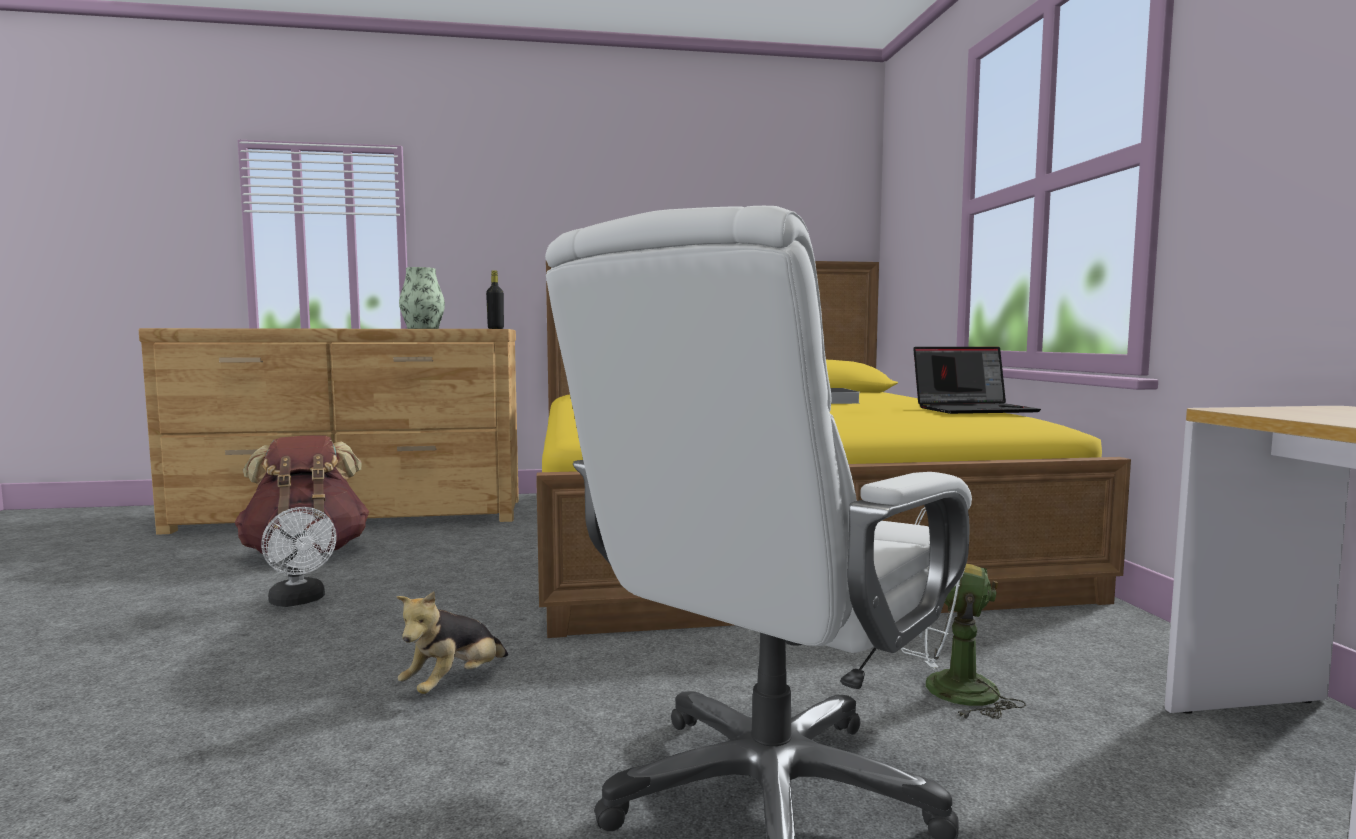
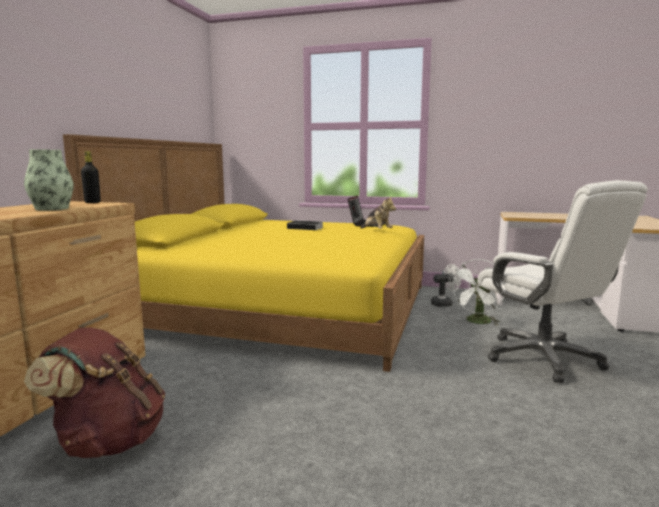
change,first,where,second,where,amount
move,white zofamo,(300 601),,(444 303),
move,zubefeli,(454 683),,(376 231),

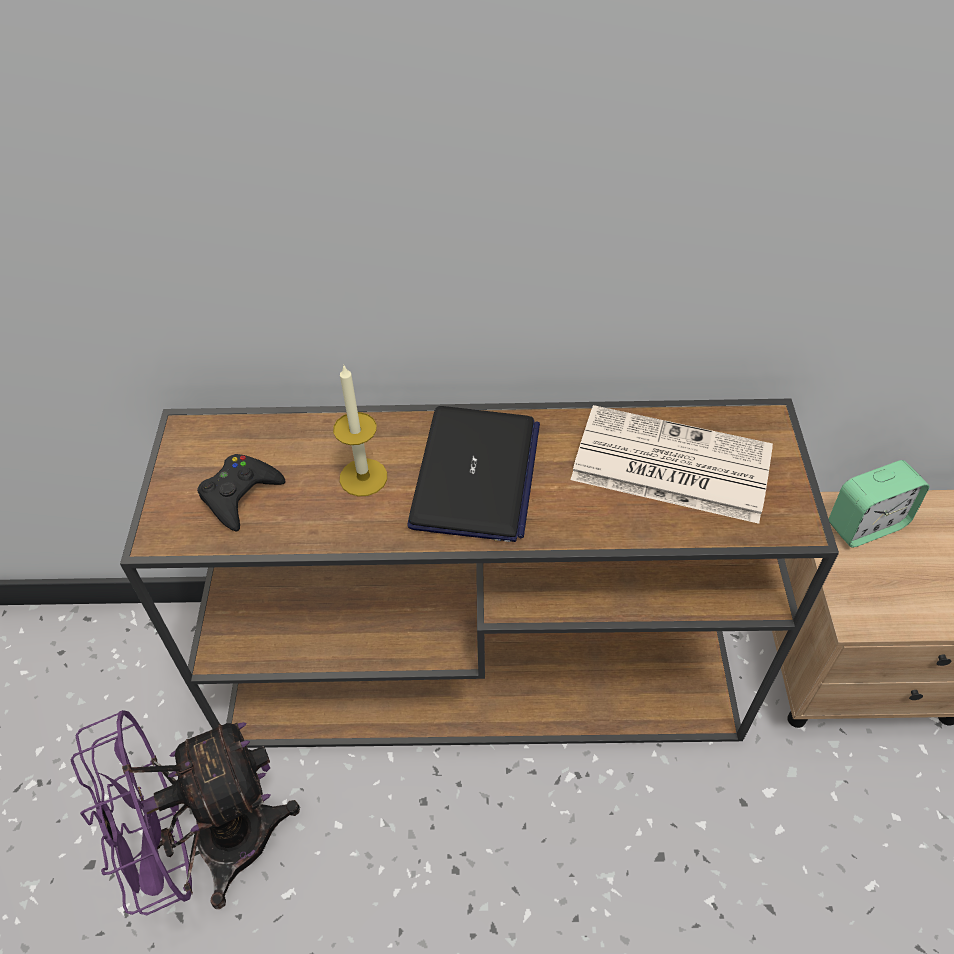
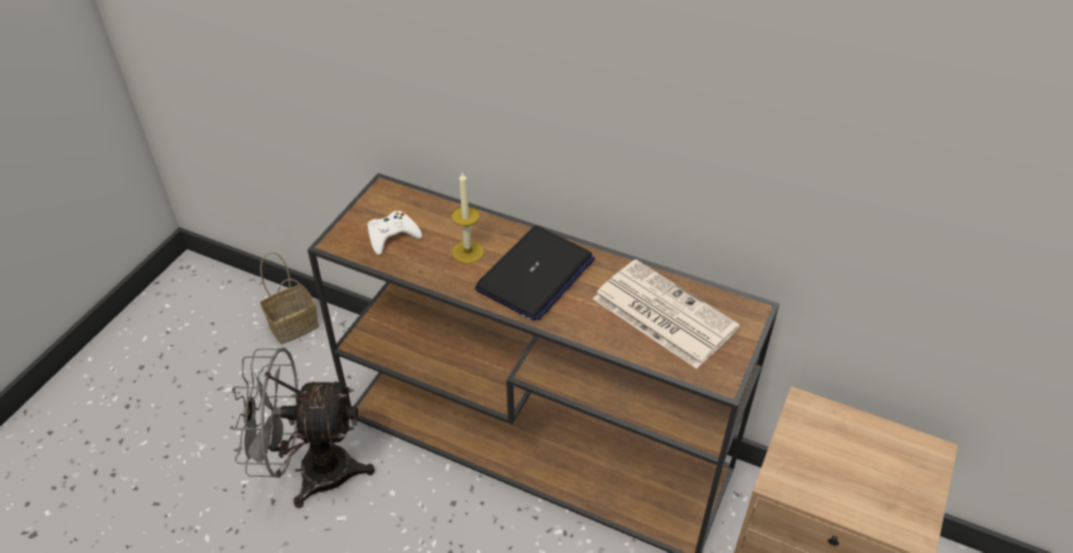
change,first,where,second,where,amount
recolor,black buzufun,(240 495),white buzufun,(392 236),
delete,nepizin,(866 525),,,
recolor,purple zofamo,(213 847),grey zofamo,(311 471),
insert,,,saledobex,(295 324),

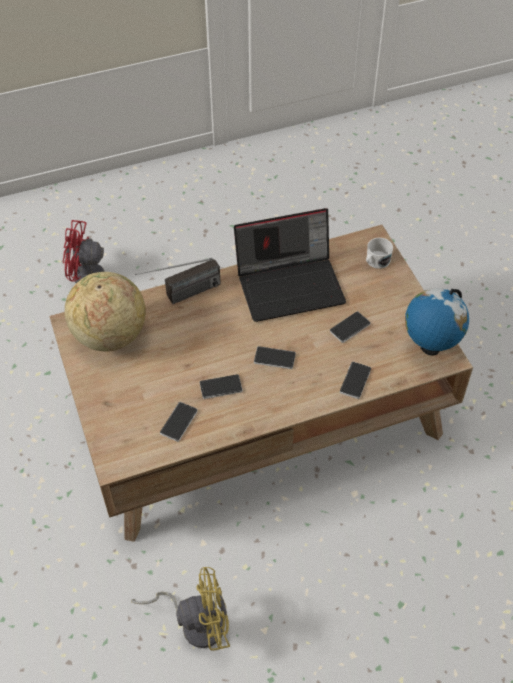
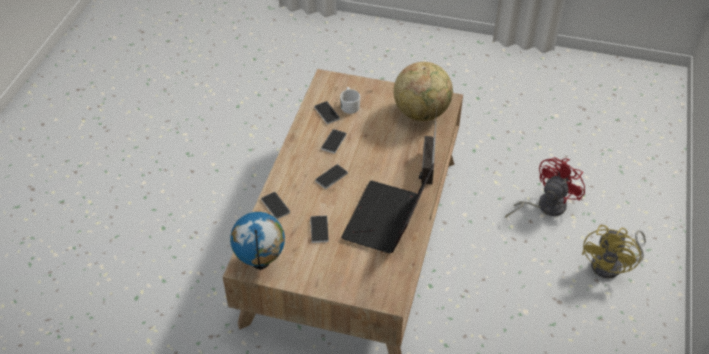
change,first,where,second,where,amount
move,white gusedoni,(376 262),,(349 105),
move,yellow zofamo,(196 622),,(612 265),

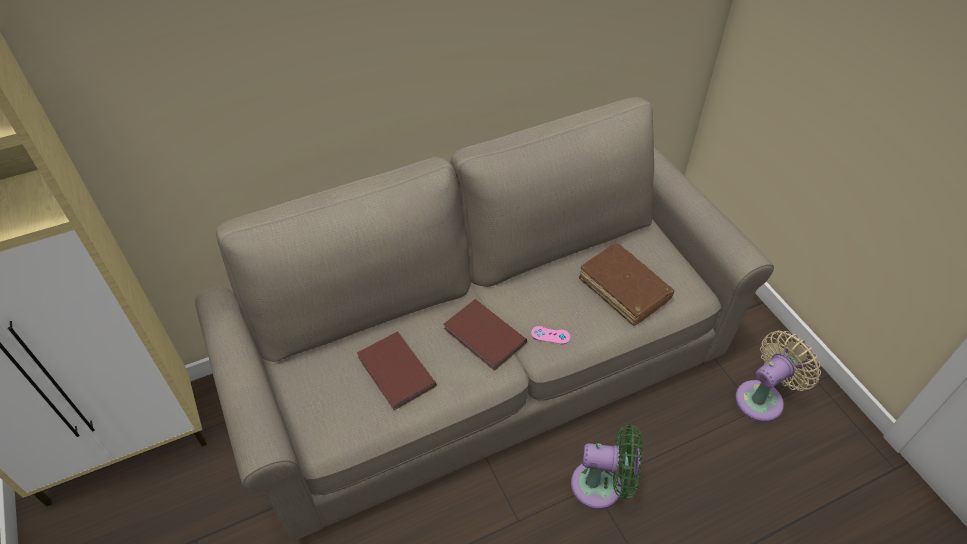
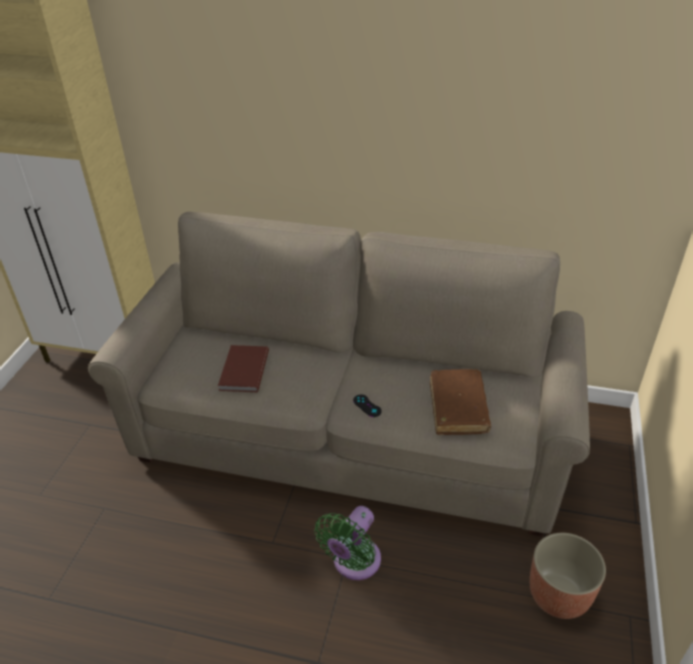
change,first,where,second,where,amount
delete,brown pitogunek,(484 337),,,
recolor,pink buzufun,(550 335),black buzufun,(367 406),
replace,beige zofamo,(763 398),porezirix,(558 594),
rotate,green zofamo,(602 486),,(353 563),75 degrees clockwise

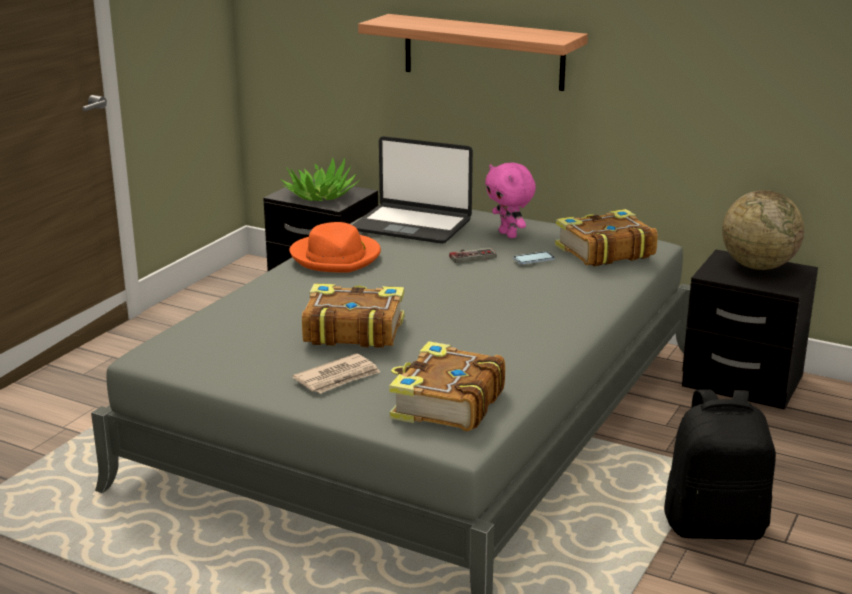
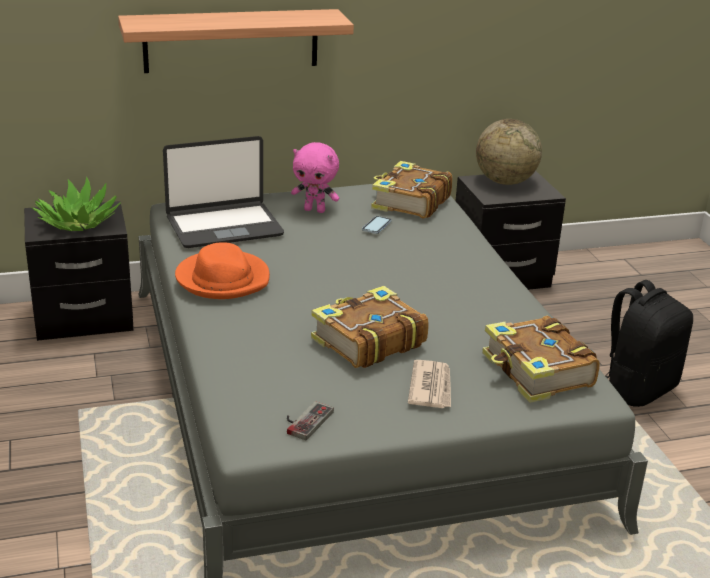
change,first,where,second,where,amount
move,buzufun,(470 255),,(304 420),

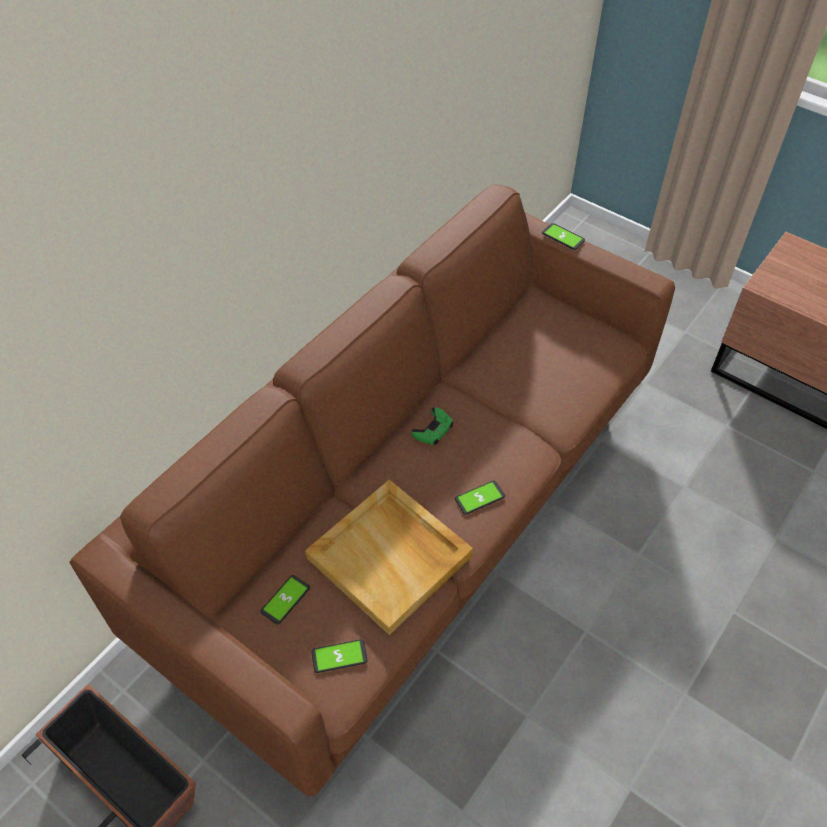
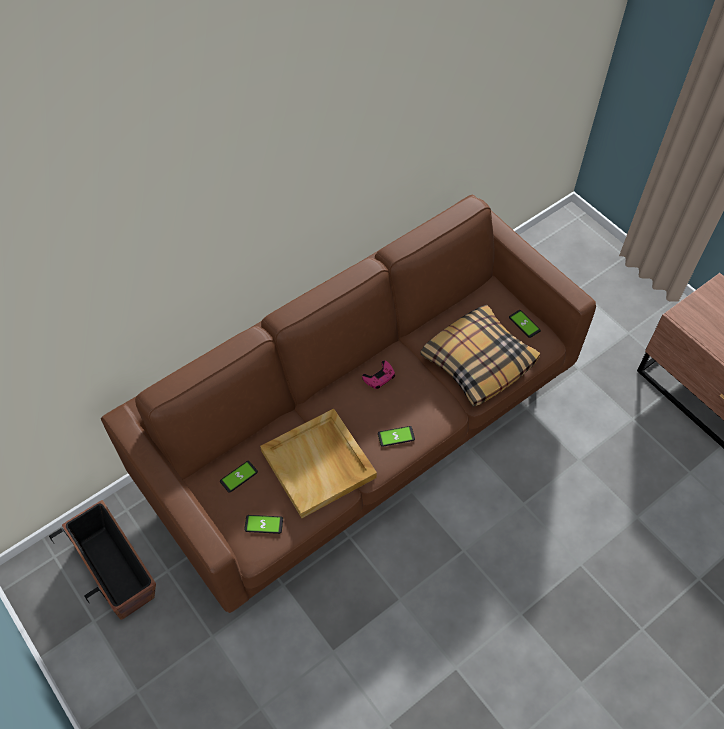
change,first,where,second,where,amount
move,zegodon,(563 237),,(524 324),
recolor,green buzufun,(433 429),pink buzufun,(379 377),
insert,,,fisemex,(478 361),

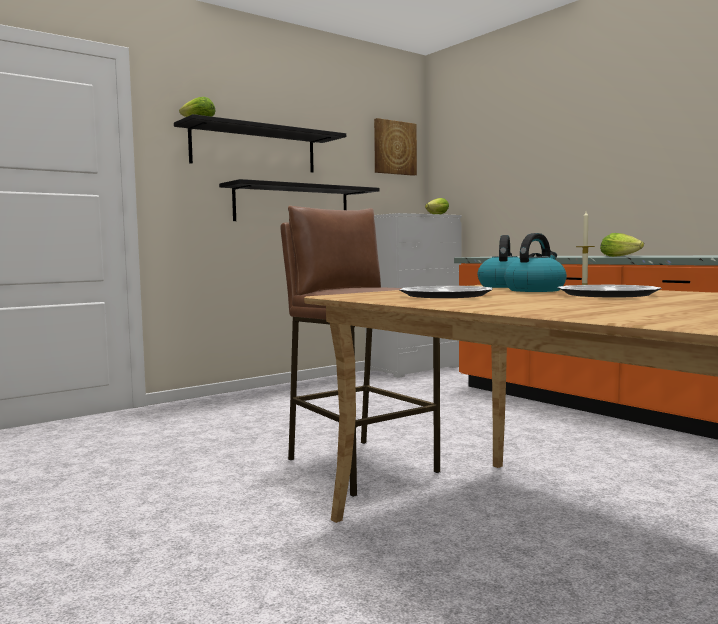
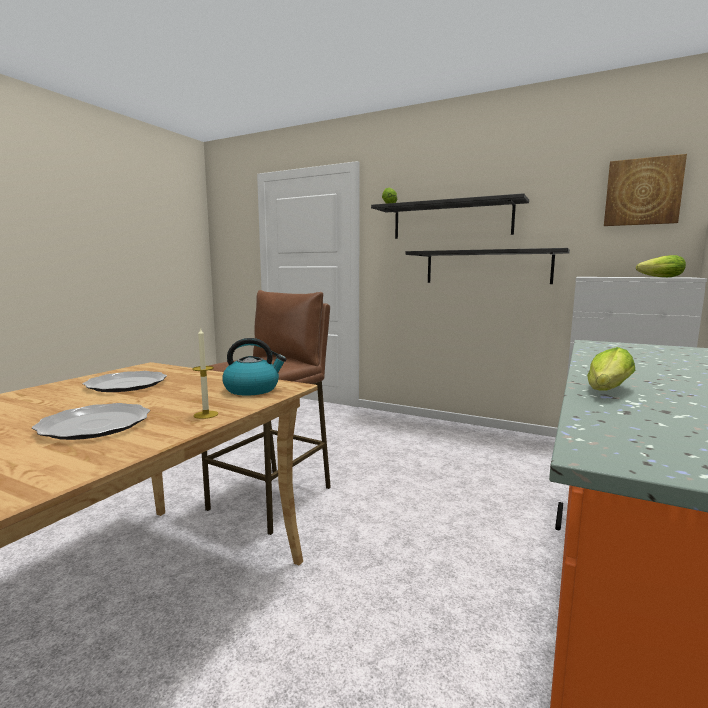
change,first,where,second,where,amount
delete,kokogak,(535 290),,,

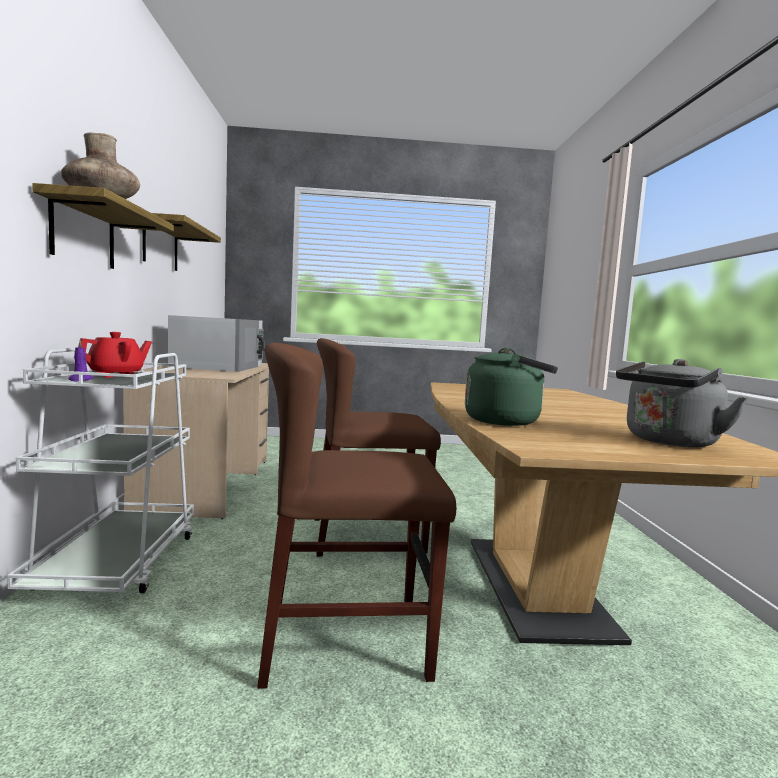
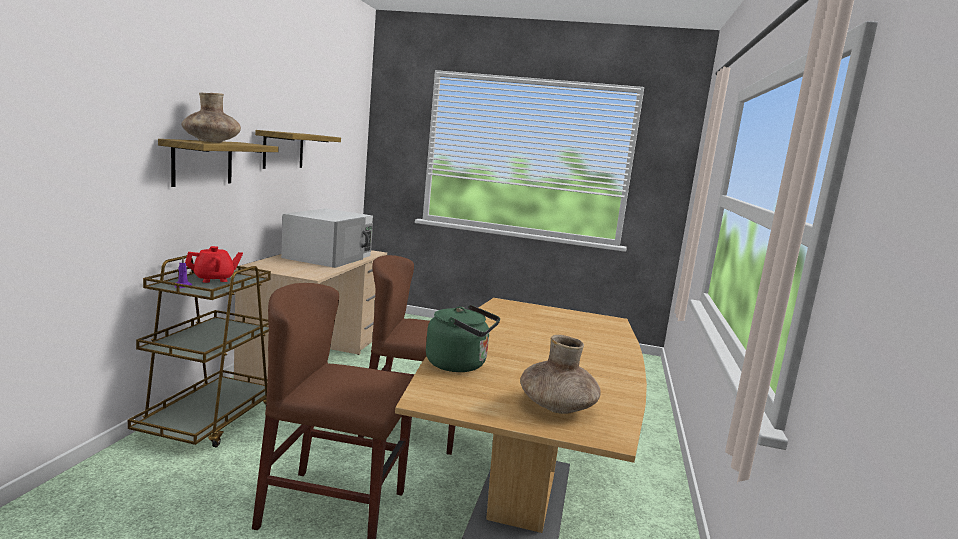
change,first,where,second,where,amount
recolor,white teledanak,(117 563),brown teledanak,(210 420),
replace,grey kokogak,(668 442),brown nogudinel,(557 406),

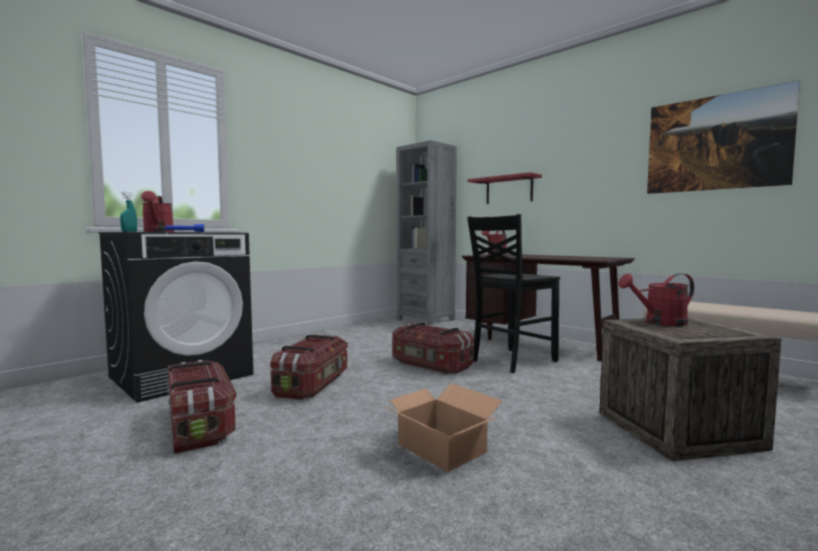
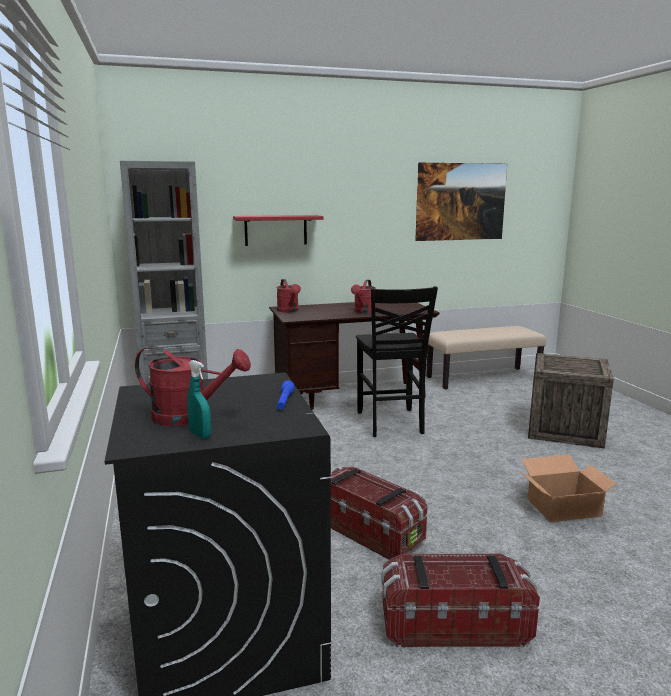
change,first,where,second,where,amount
move,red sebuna,(659 323),,(363 312),
delete,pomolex,(430 365),,,

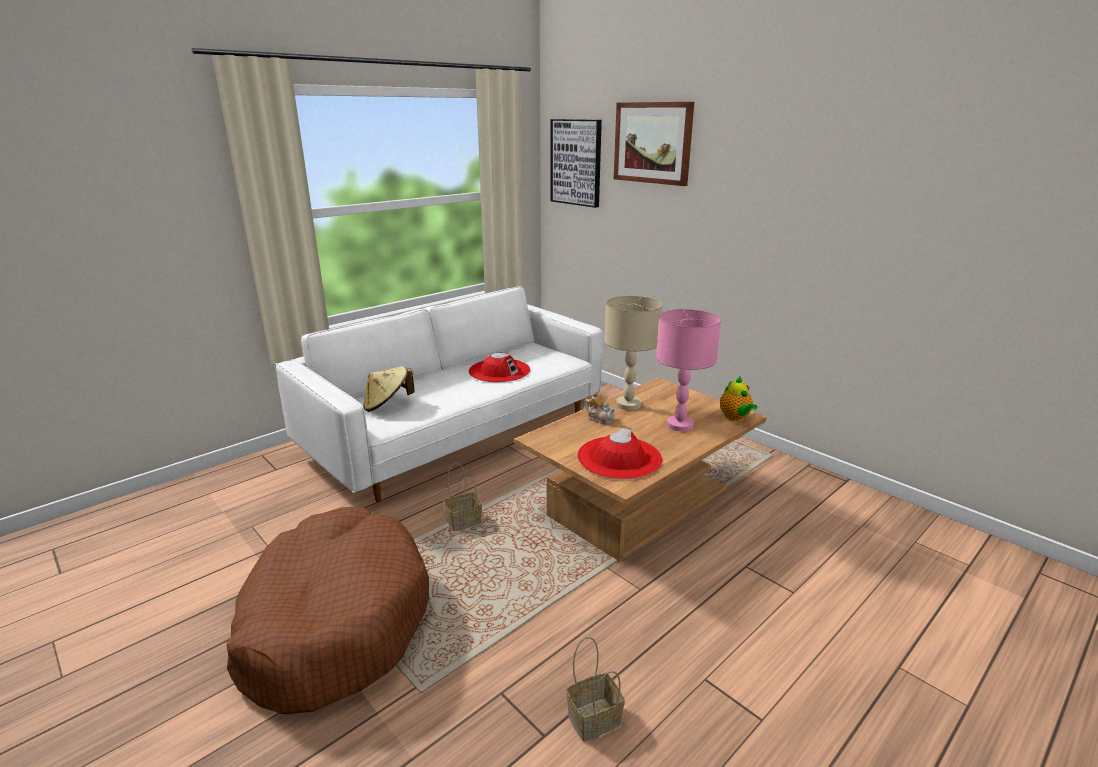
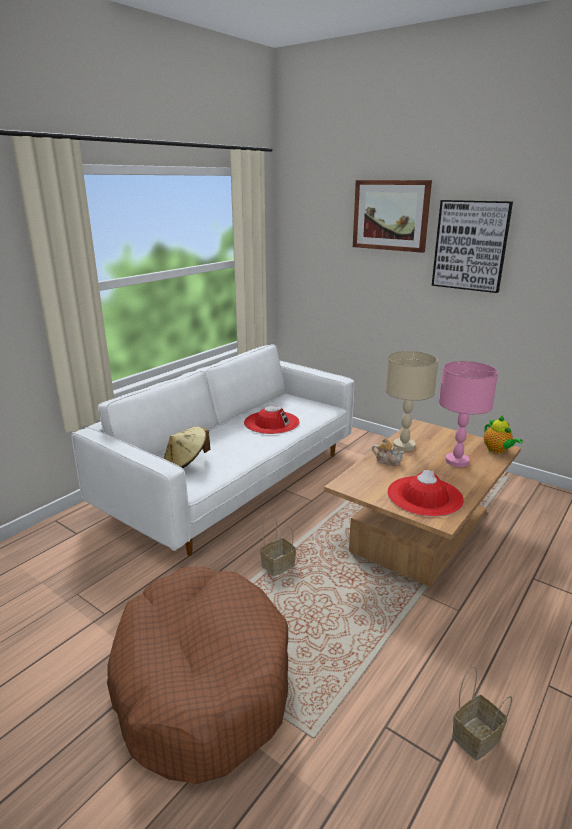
change,first,where,second,where,amount
move,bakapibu,(576 162),,(470 245),

